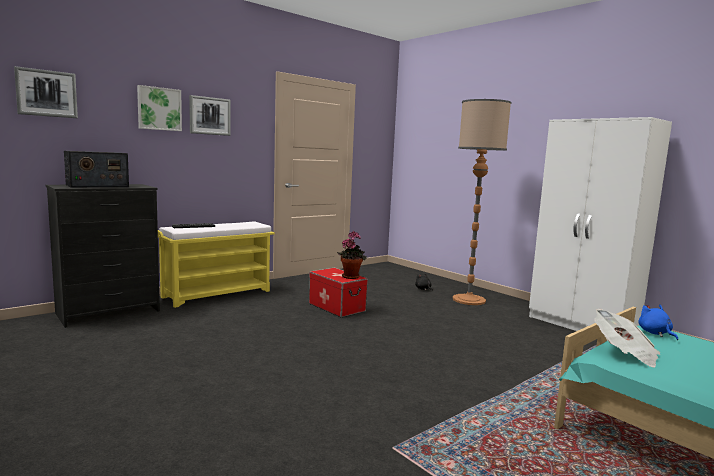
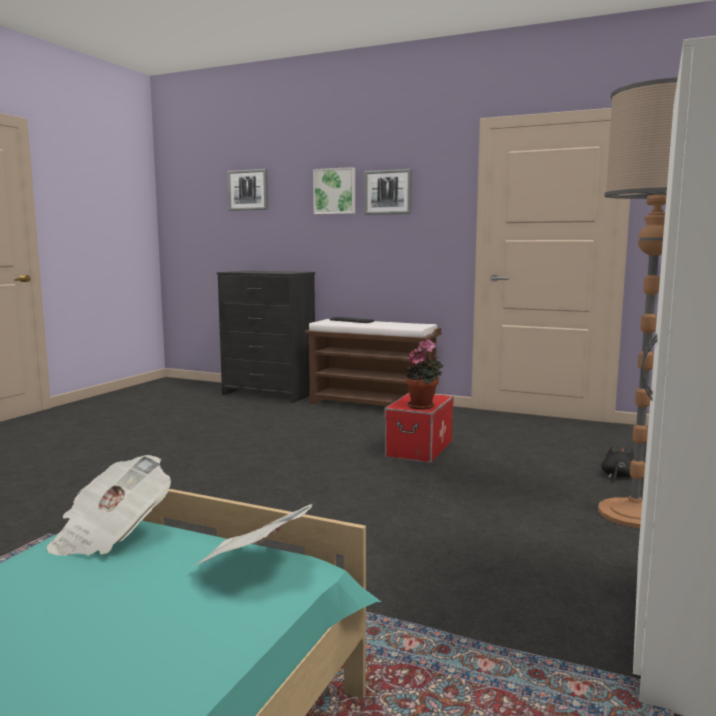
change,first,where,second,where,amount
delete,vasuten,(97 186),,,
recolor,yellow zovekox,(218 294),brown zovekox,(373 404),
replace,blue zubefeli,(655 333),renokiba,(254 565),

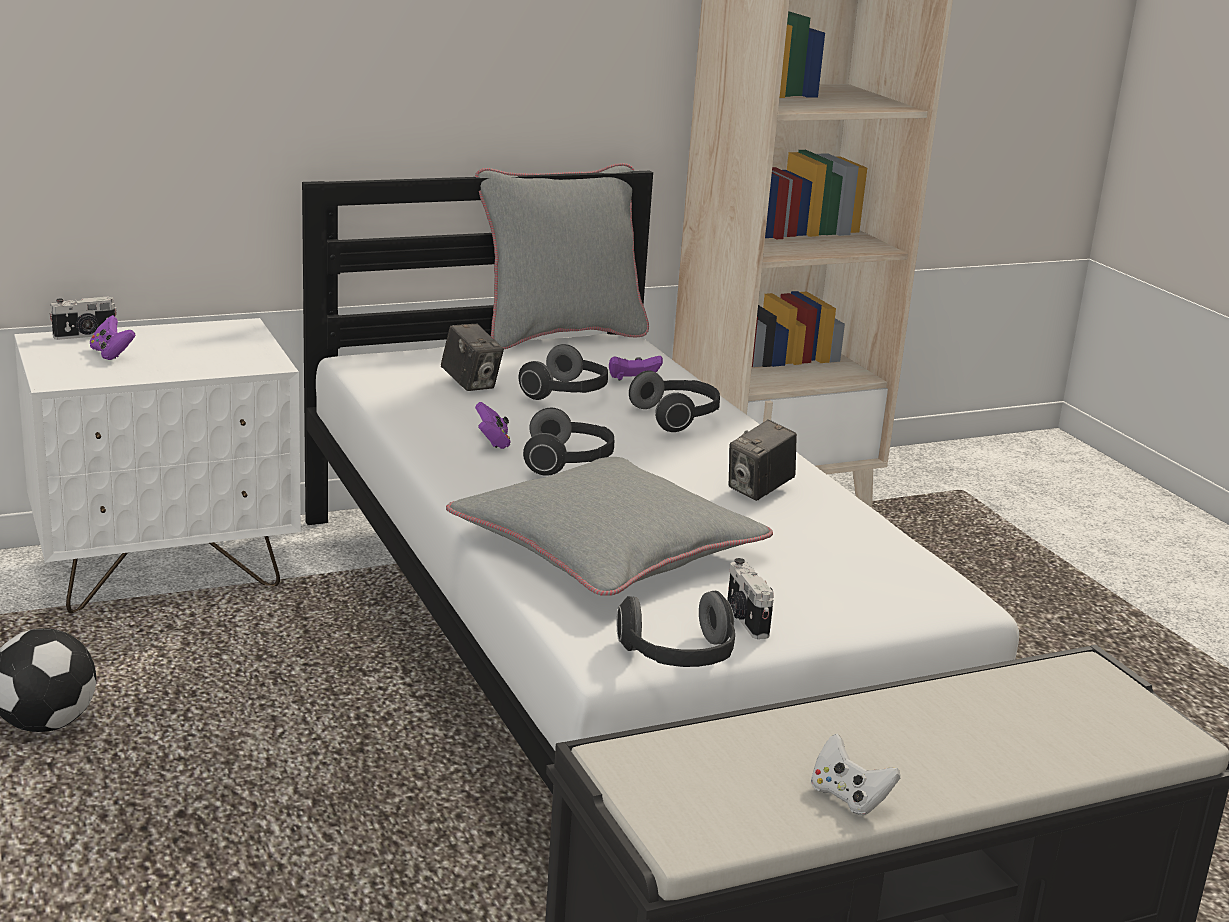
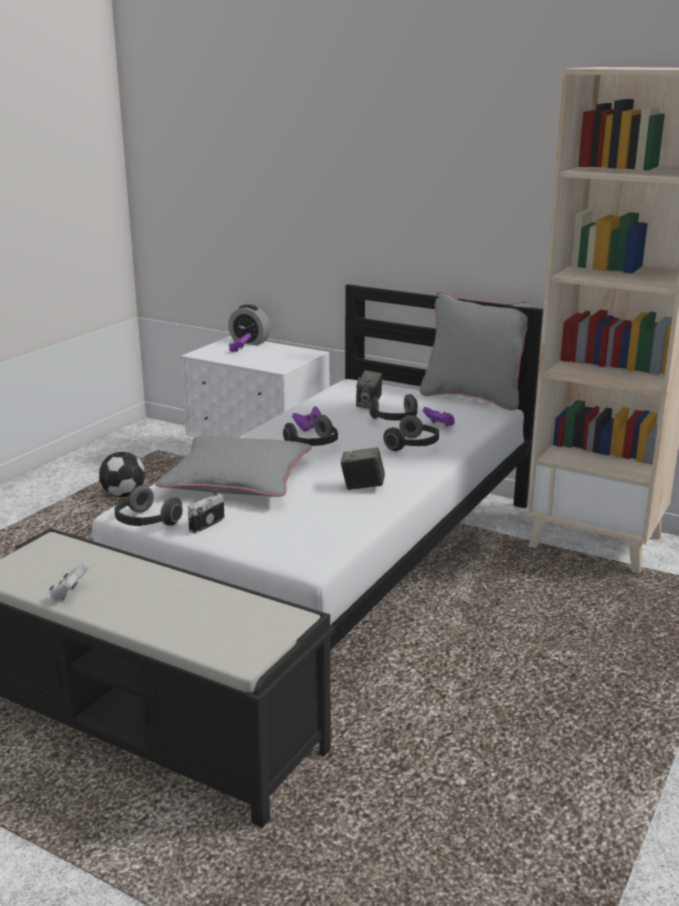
change,first,where,second,where,amount
replace,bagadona,(85 335),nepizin,(249 342),

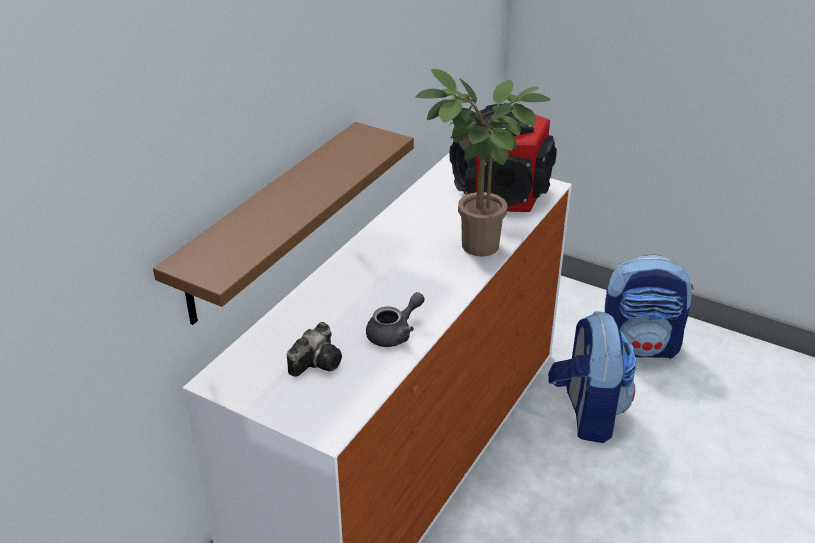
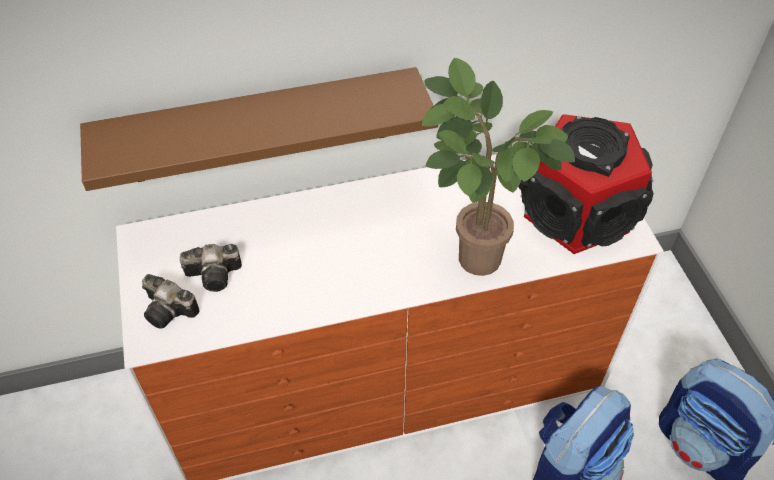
change,first,where,second,where,amount
delete,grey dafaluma,(395 333),,,
insert,,,bagadona,(171 311),

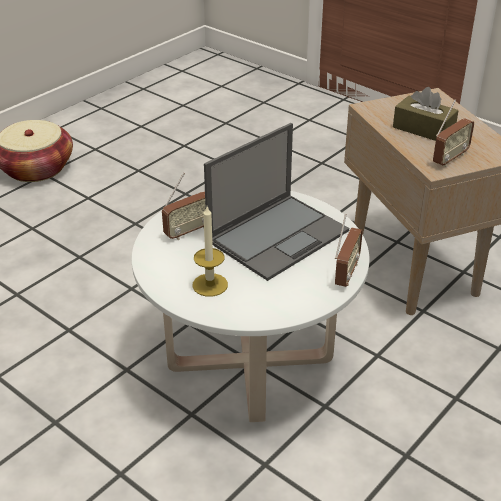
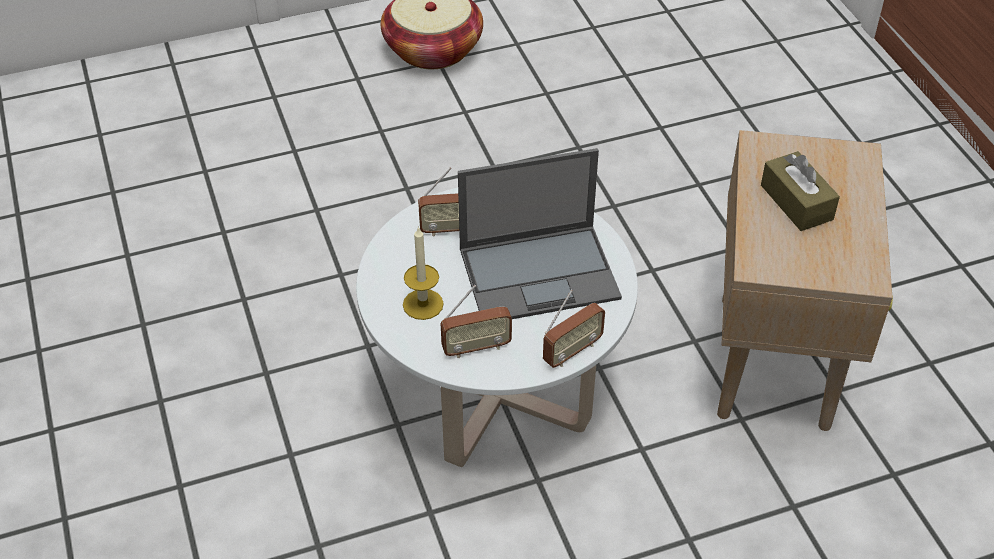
change,first,where,second,where,amount
move,vasuten,(450 159),,(476 347),

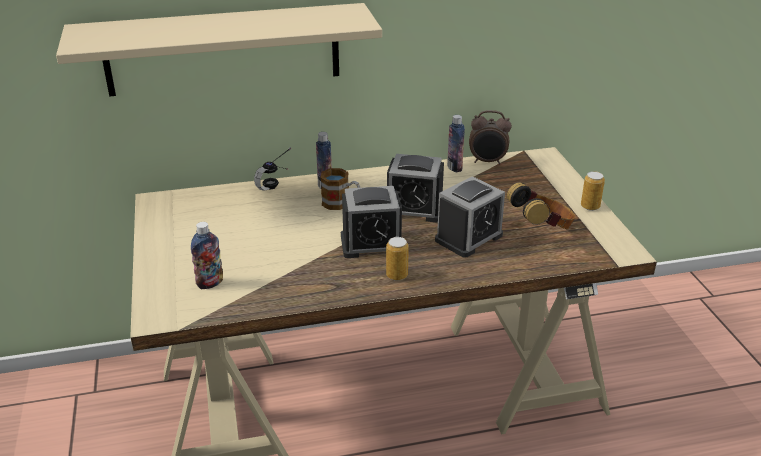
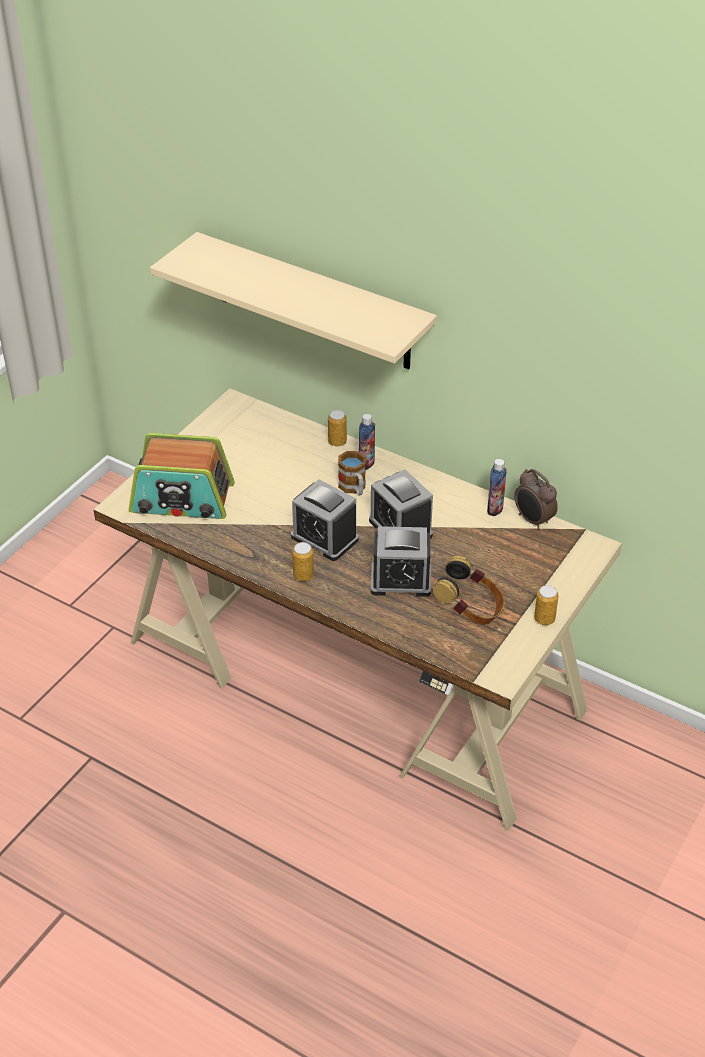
change,first,where,second,where,amount
replace,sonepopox,(281 184),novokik,(337 442),
replace,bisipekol,(210 283),vasuten,(182 499),

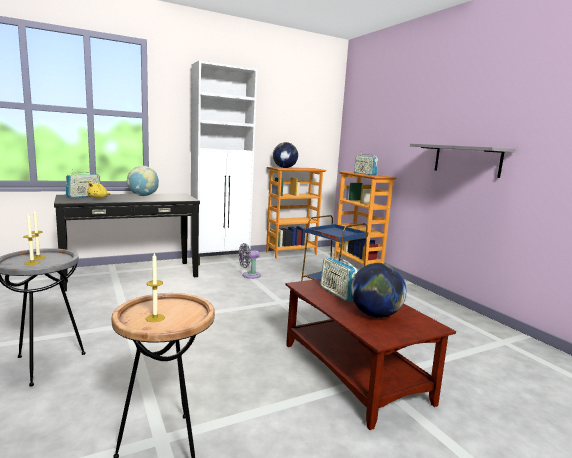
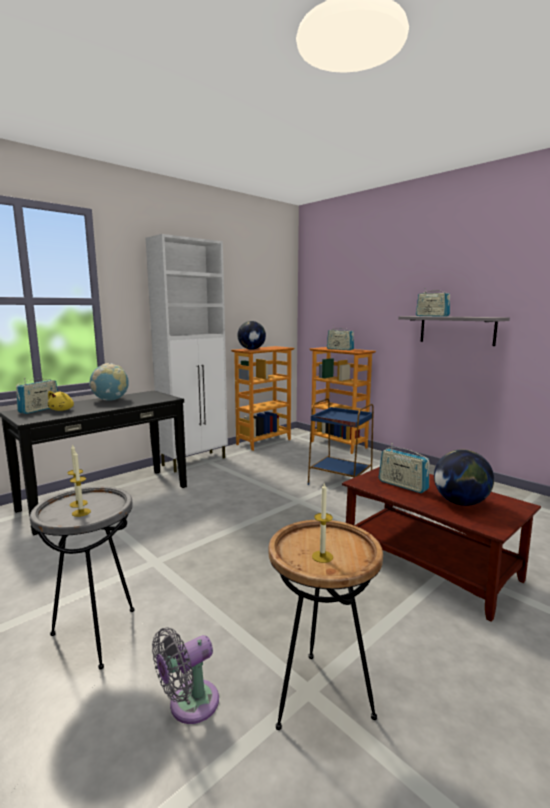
change,first,where,second,where,amount
move,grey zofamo,(249 275),,(189 704),
insert,,,vasuten,(432 316),

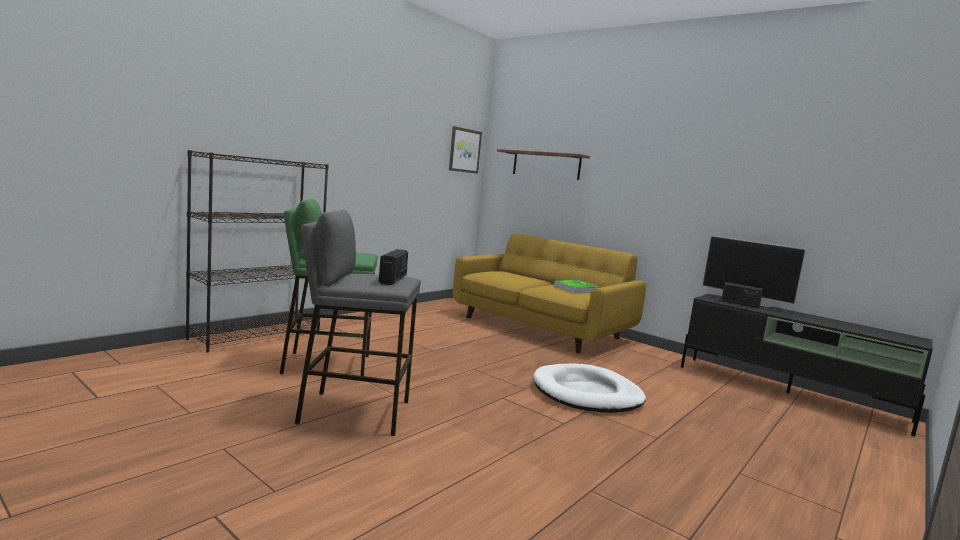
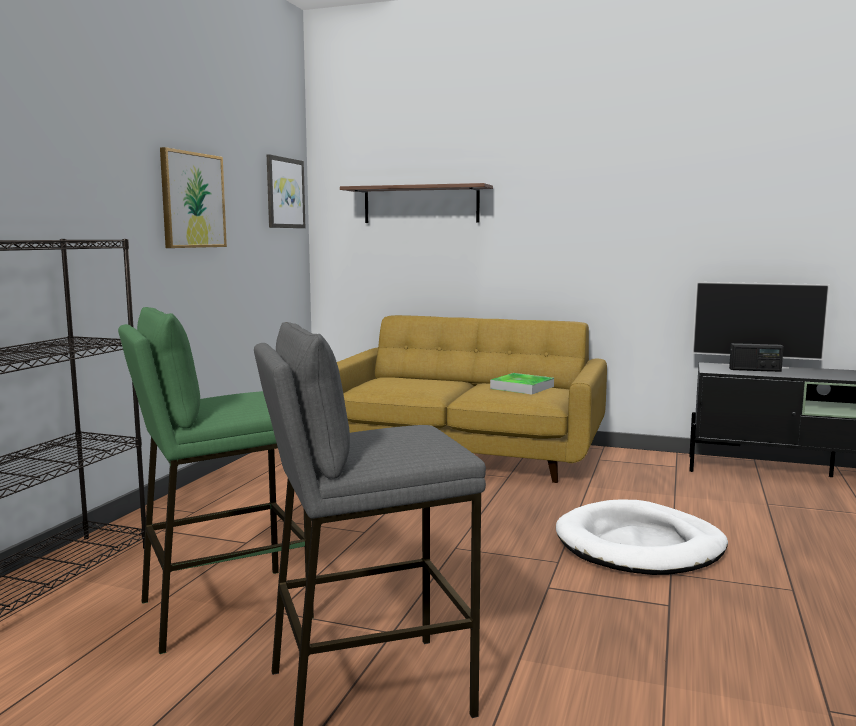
change,first,where,second,where,amount
delete,vasuten,(393 279),,,
insert,,,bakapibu,(192 200),

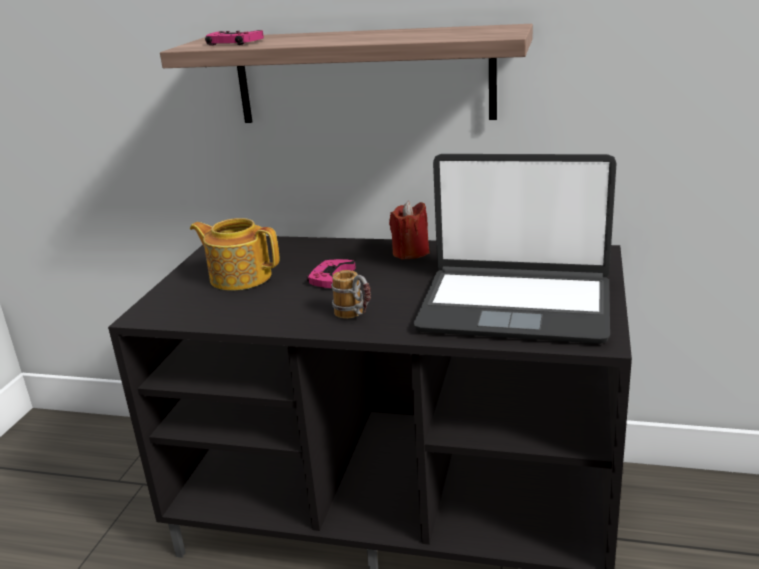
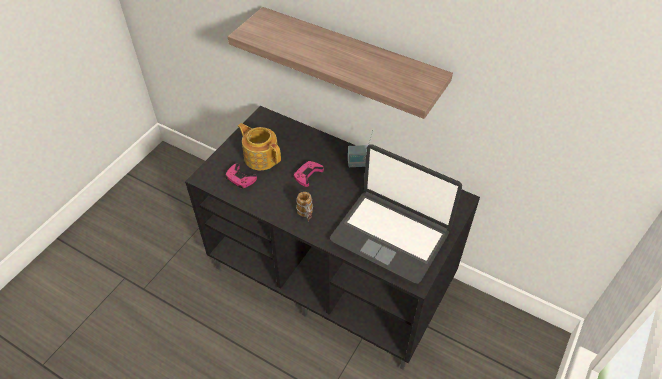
change,first,where,second,where,amount
move,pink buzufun,(233 43),,(240 178),
replace,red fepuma,(410 252),vasuten,(360 164),

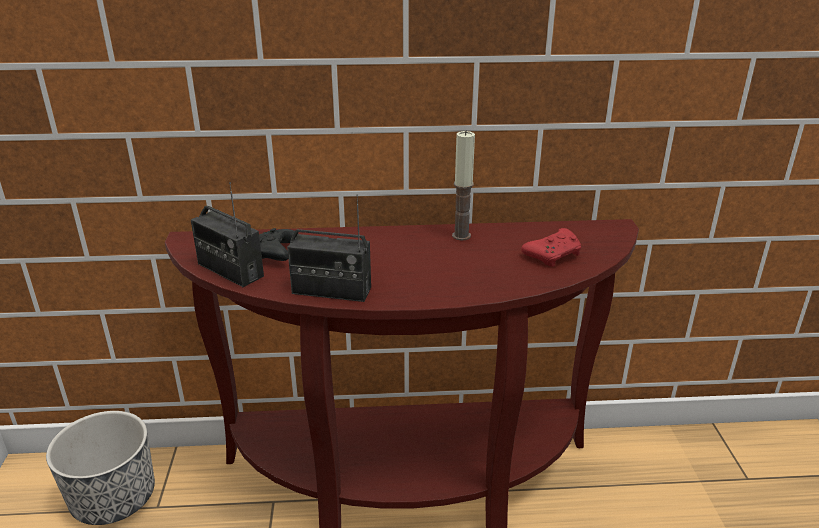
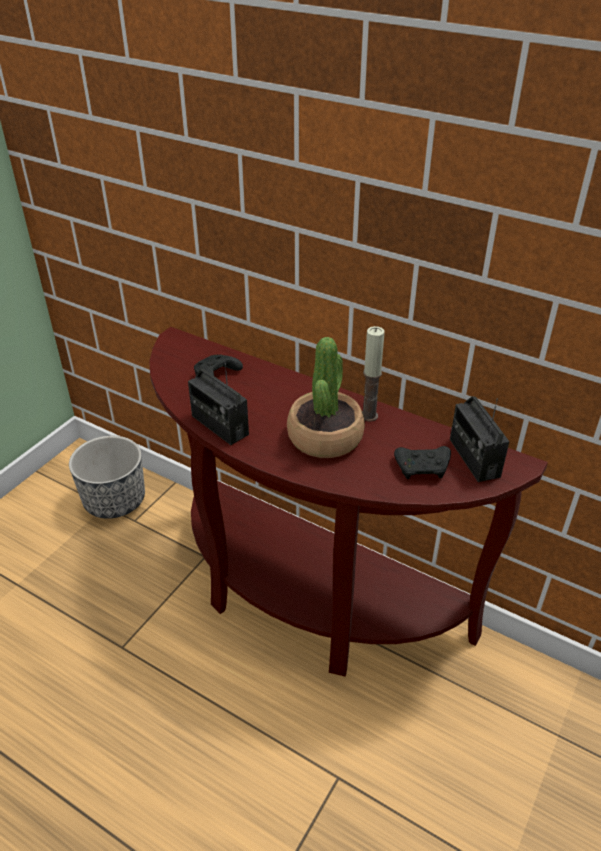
change,first,where,second,where,amount
move,vasuten,(230 270),,(474 458),
recolor,red buzufun,(553 255),black buzufun,(423 468),
insert,,,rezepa,(325 437),

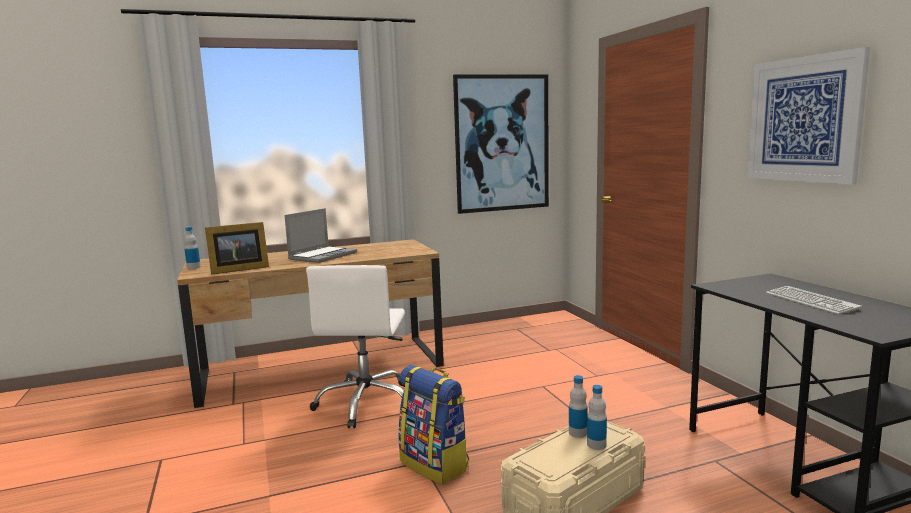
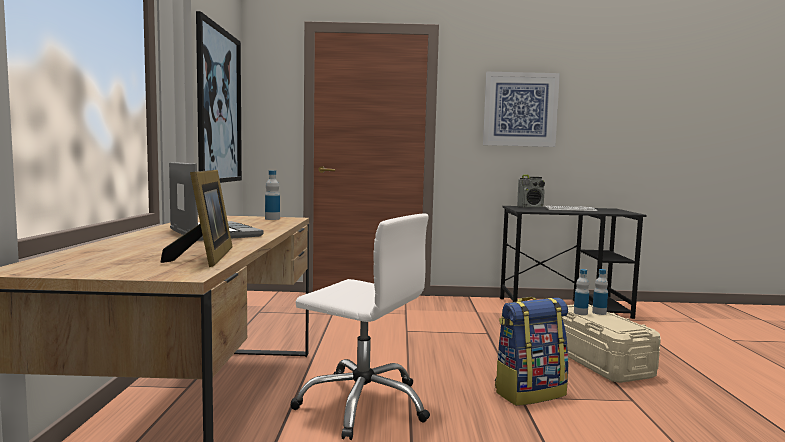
change,first,where,second,where,amount
move,bisipekol,(193 268),,(272 219),
insert,,,vasuten,(530 207),

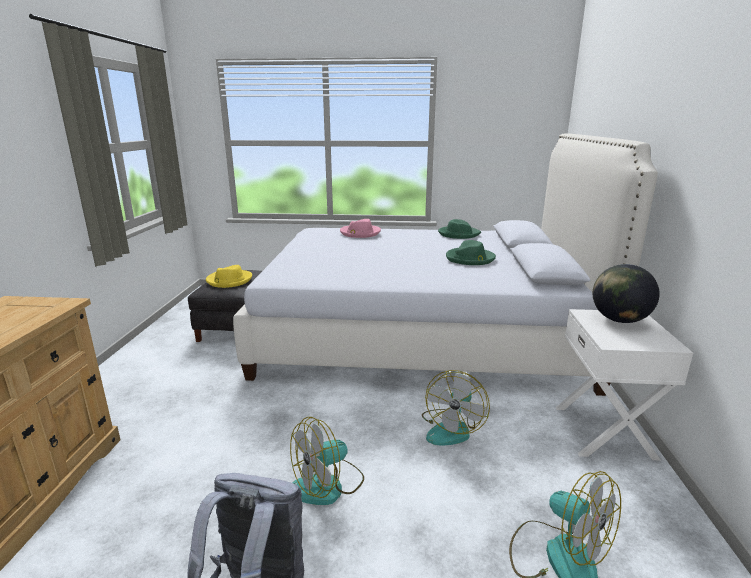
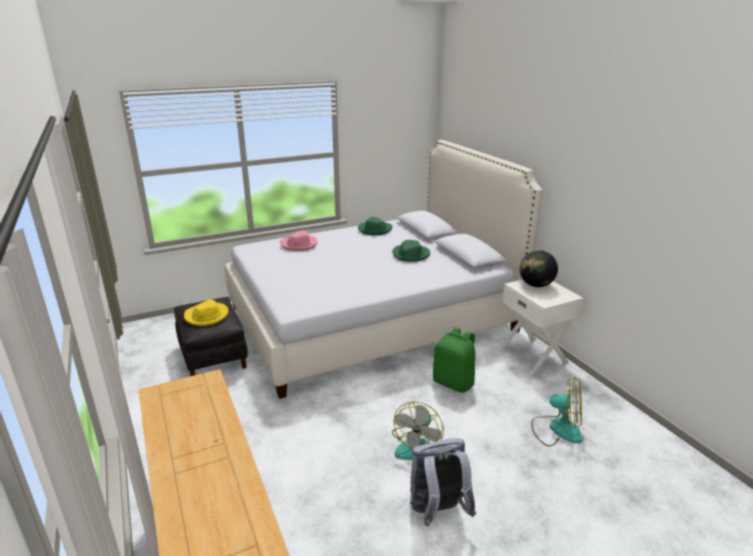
change,first,where,second,where,amount
replace,zofamo,(451 428),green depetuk,(454 383),

